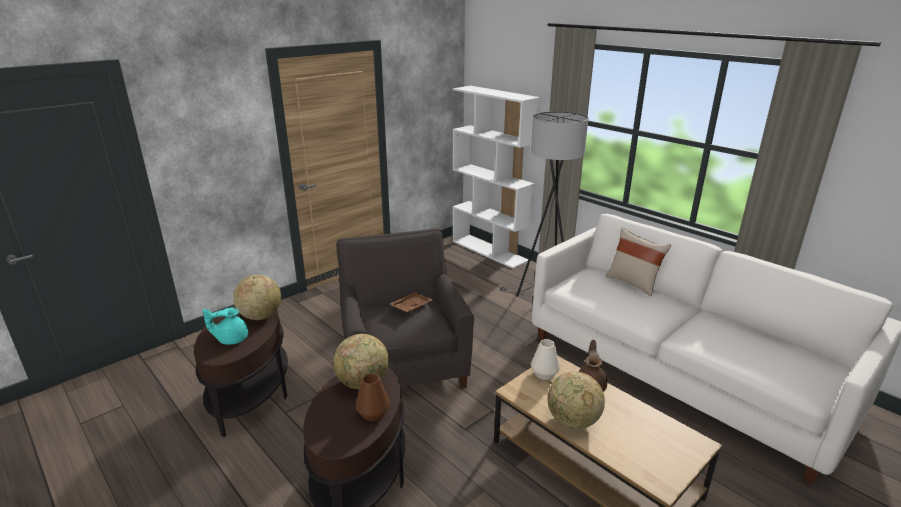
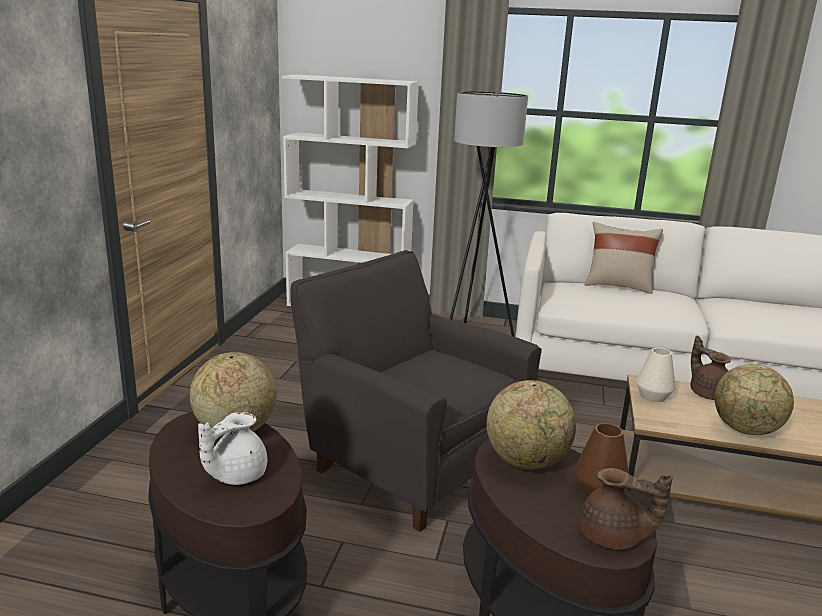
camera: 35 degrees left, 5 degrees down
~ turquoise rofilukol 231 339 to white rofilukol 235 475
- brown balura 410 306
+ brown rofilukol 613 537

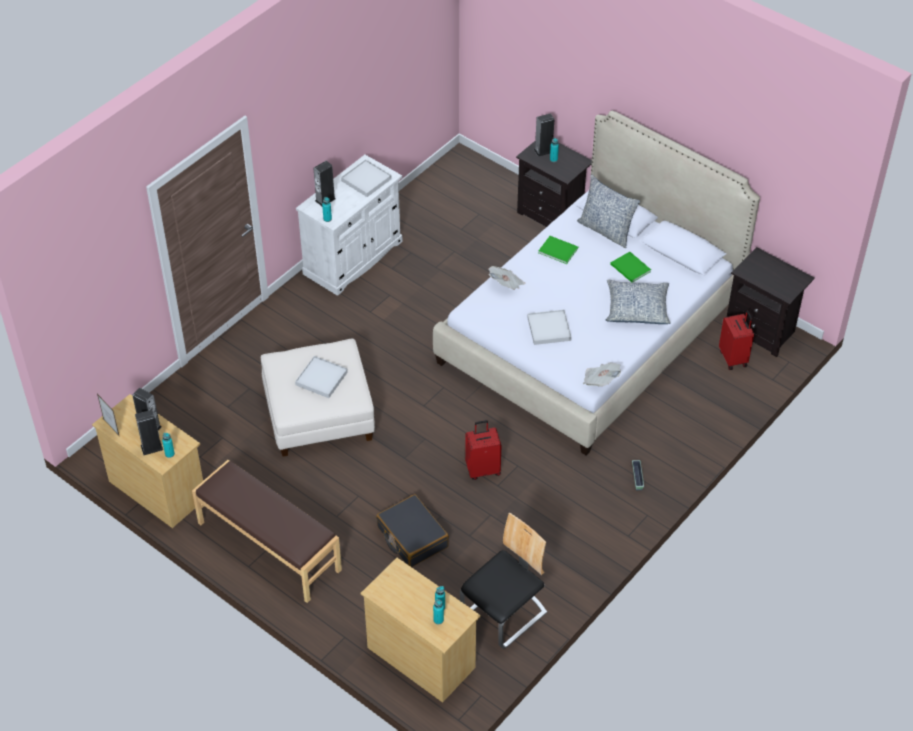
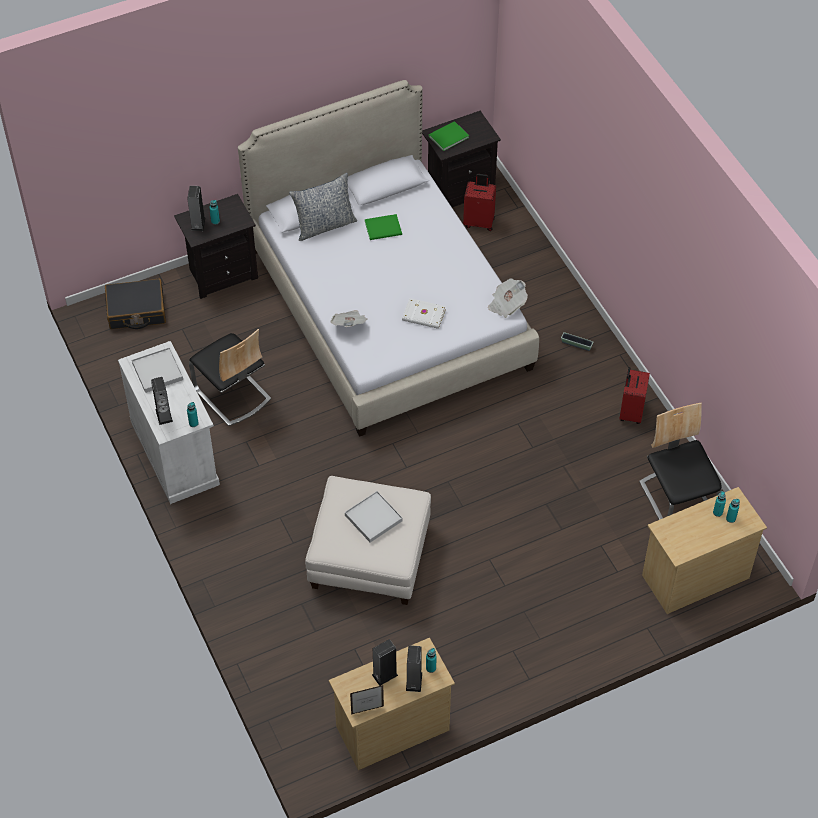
camera: 65 degrees left, 5 degrees up
- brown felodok 268 547
~ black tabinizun 412 537 to 136 311
~ red tabinizun 483 469 to 630 412
~ white balura 549 329 to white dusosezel 424 316
~ green dusosezel 557 249 to 447 137
- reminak 637 309
+ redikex 232 394

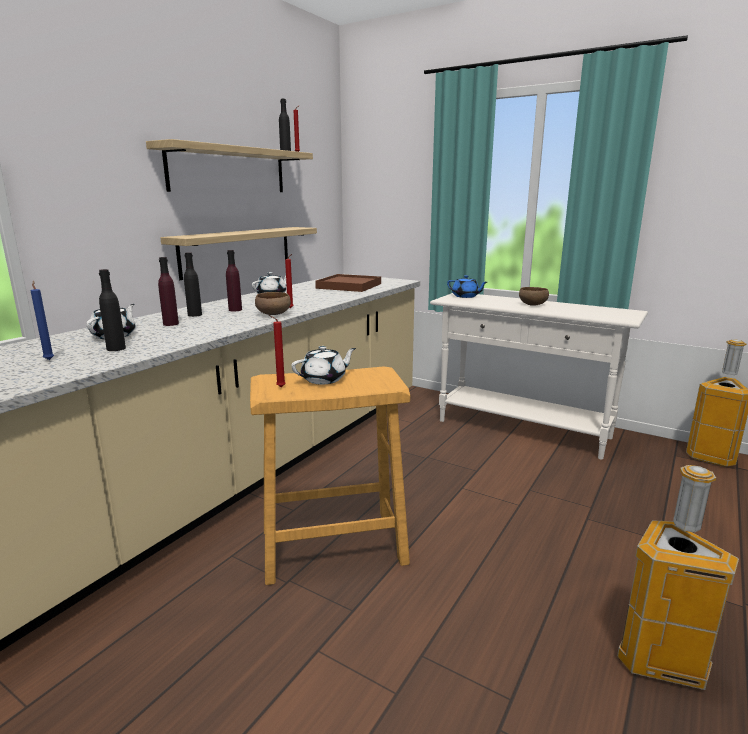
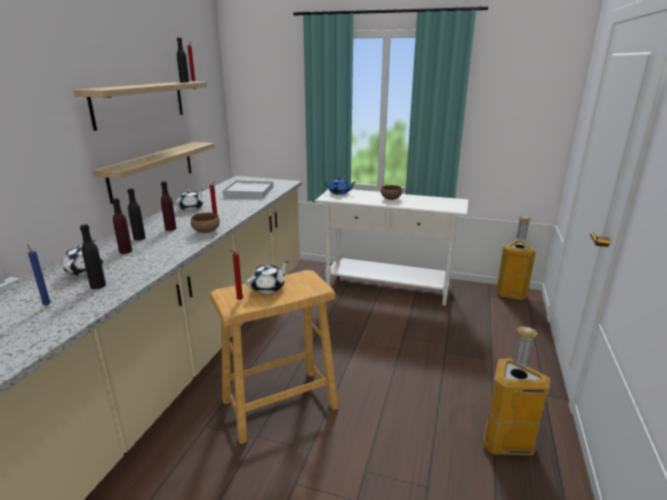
camera: 15 degrees left, 5 degrees up
~ brown balura 349 286 to white balura 249 192

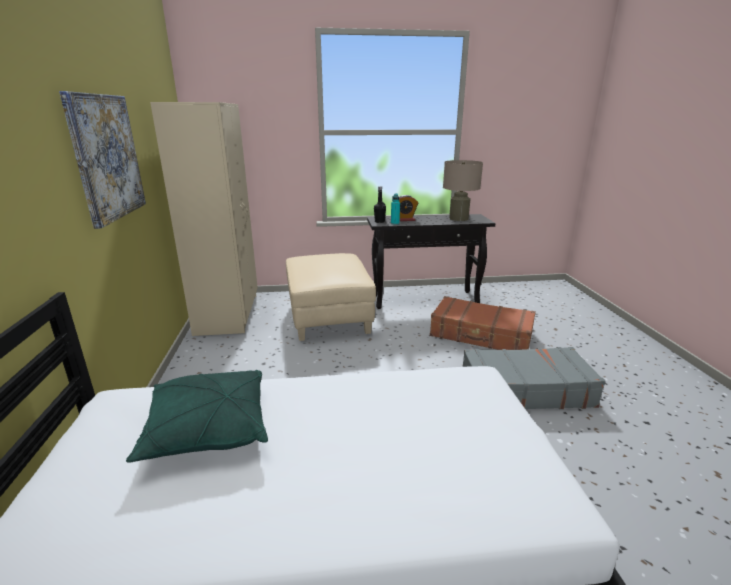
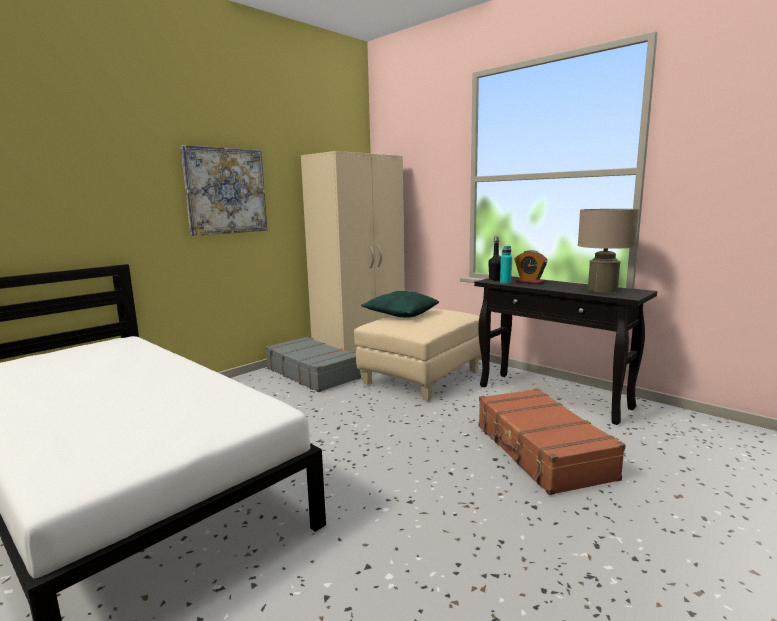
camera: 50 degrees right, 10 degrees down
~ green reminak 208 429 to 400 315
~ grey tabinizun 525 389 to 313 373

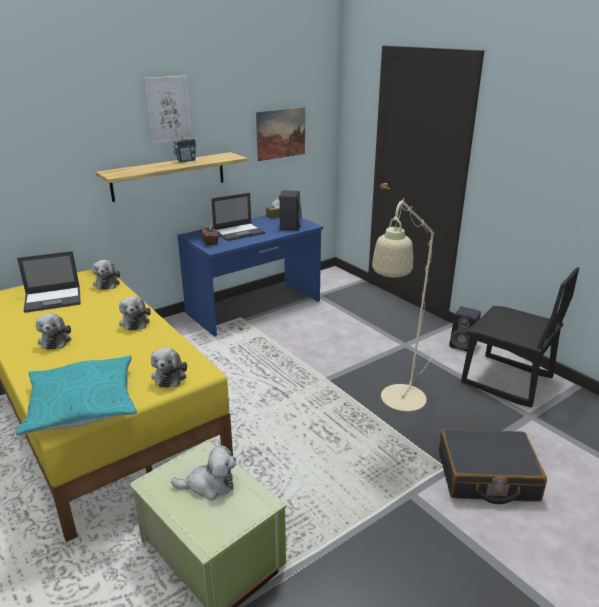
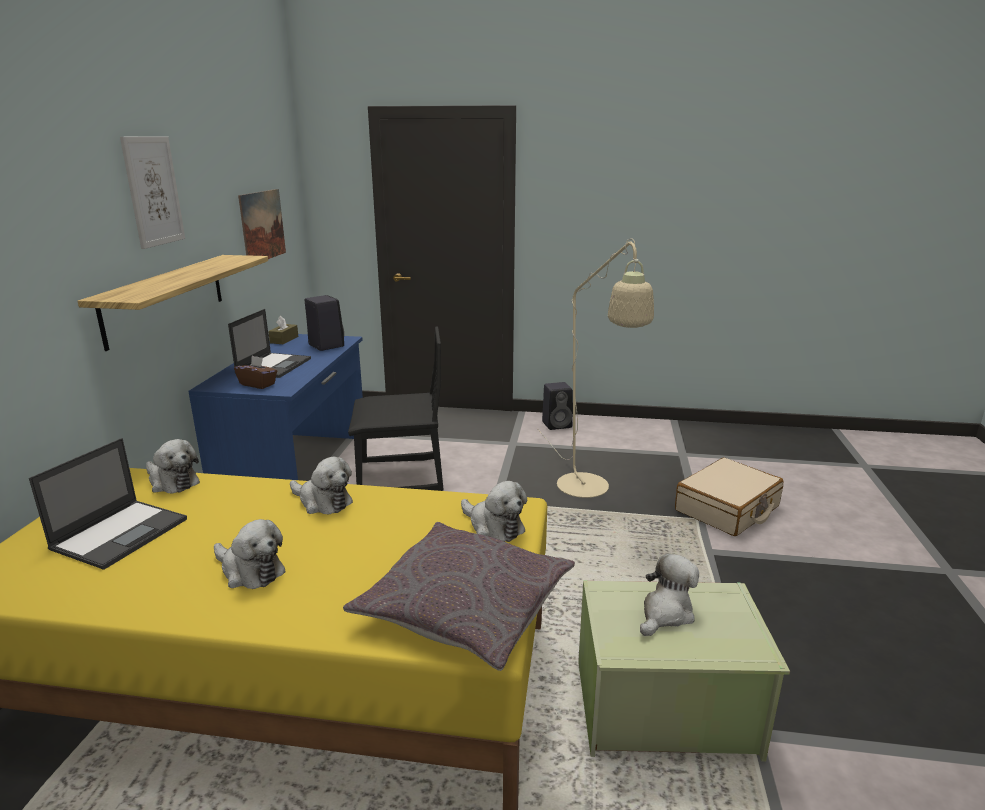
camera: 45 degrees left, 5 degrees down
~ turquoise reminak 82 405 to grey reminak 464 606
- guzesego 186 161
~ black tabinizun 486 476 to beige tabinizun 727 509
~ black redikex 506 381 to 401 477

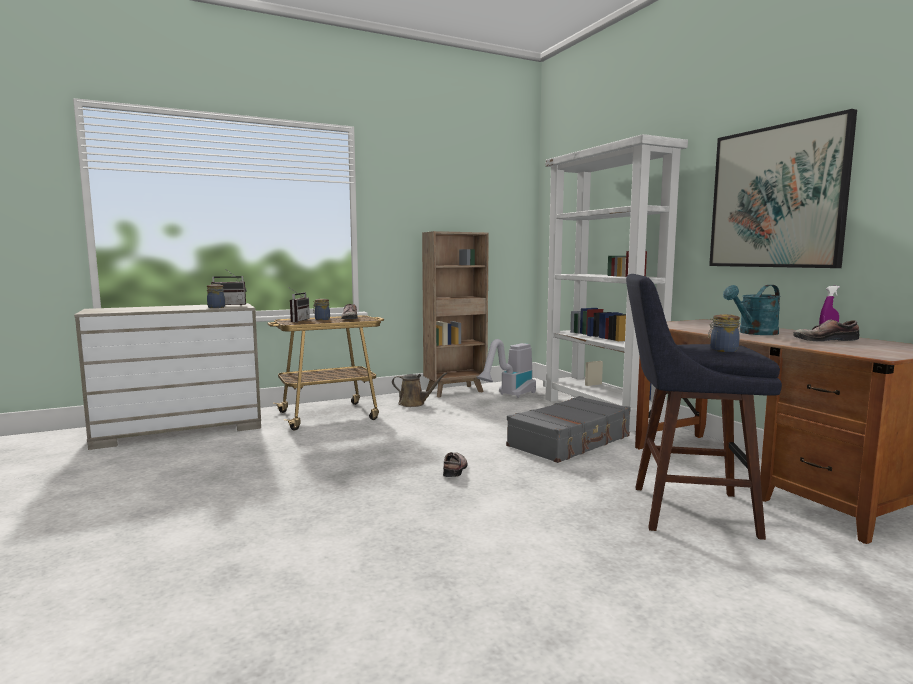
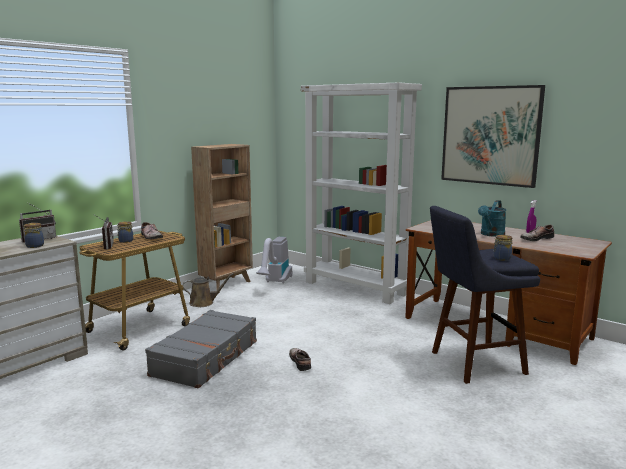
camera: 25 degrees left, 5 degrees up
~ grey tabinizun 570 441 to 206 358

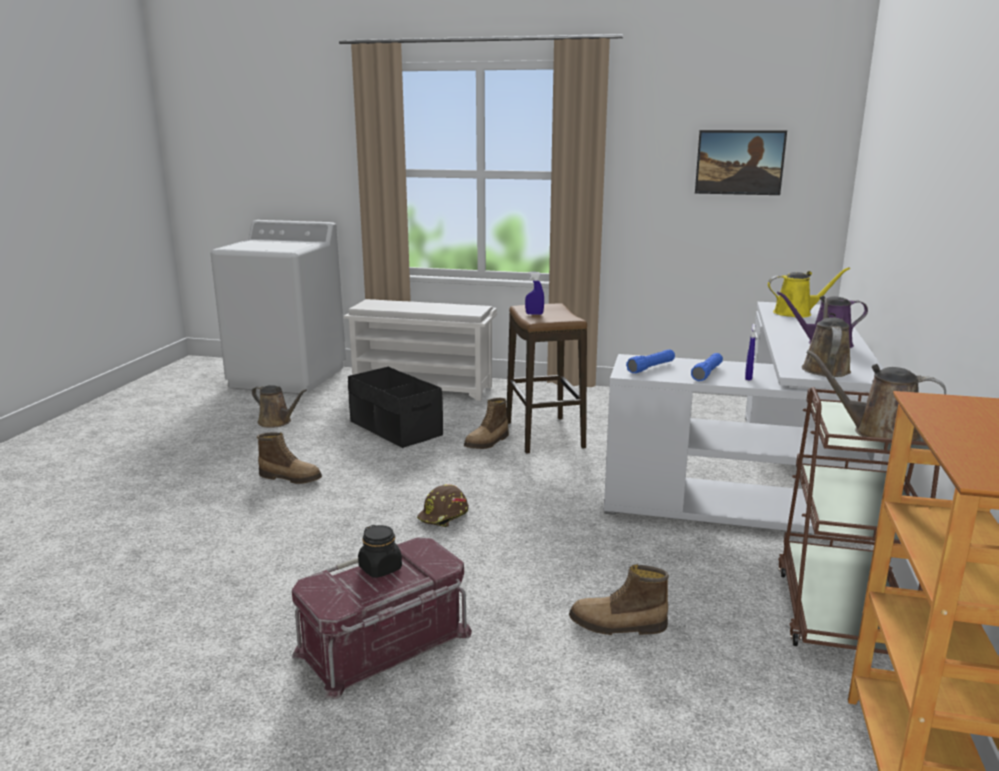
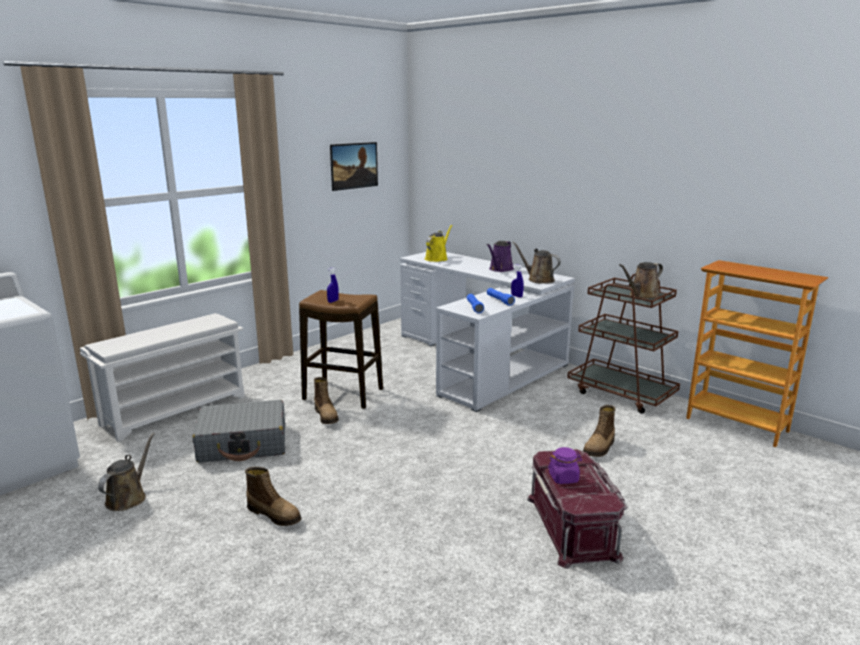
camera: 60 degrees left, 0 degrees up
~ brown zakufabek 277 422 = 128 497 45 degrees counterclockwise
~ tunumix 291 478 = 275 514 75 degrees clockwise
~ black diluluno 395 428 to grey tabinizun 243 443
~ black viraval 380 568 to purple viraval 564 478
- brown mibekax 444 516

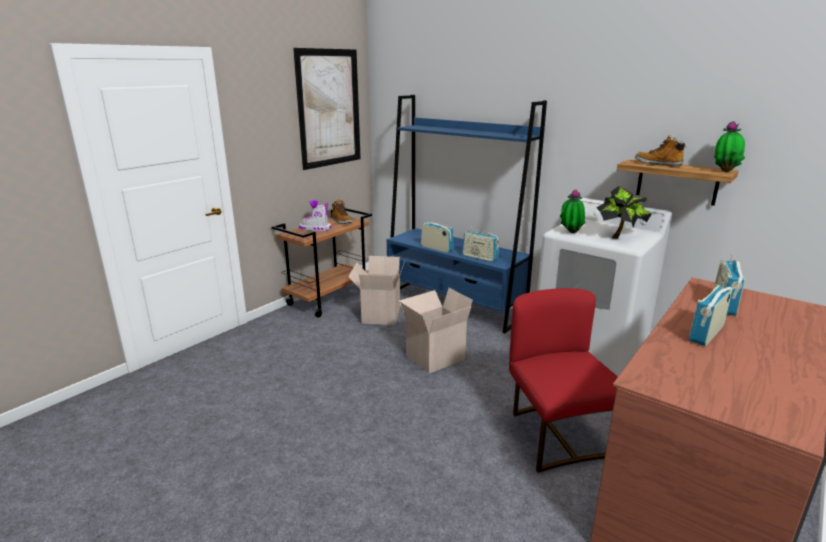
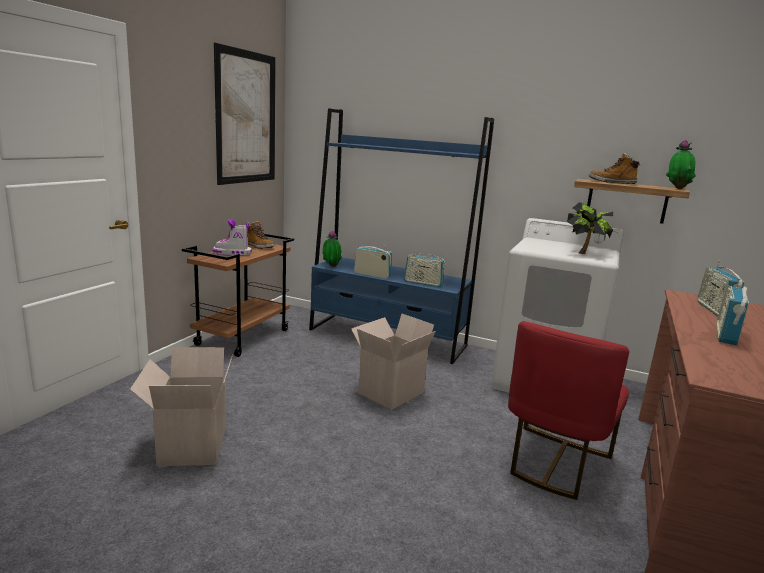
camera: 15 degrees left, 5 degrees down
~ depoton 380 315 to 190 445
~ red redikex 557 435 = 554 462 120 degrees counterclockwise
~ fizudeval 570 233 to 331 267

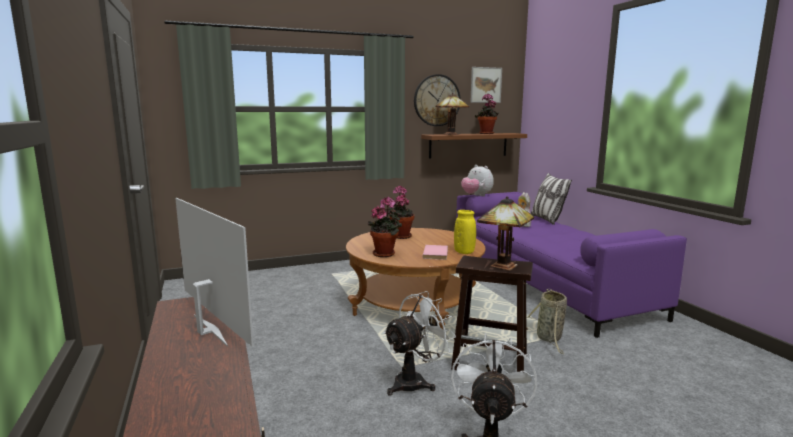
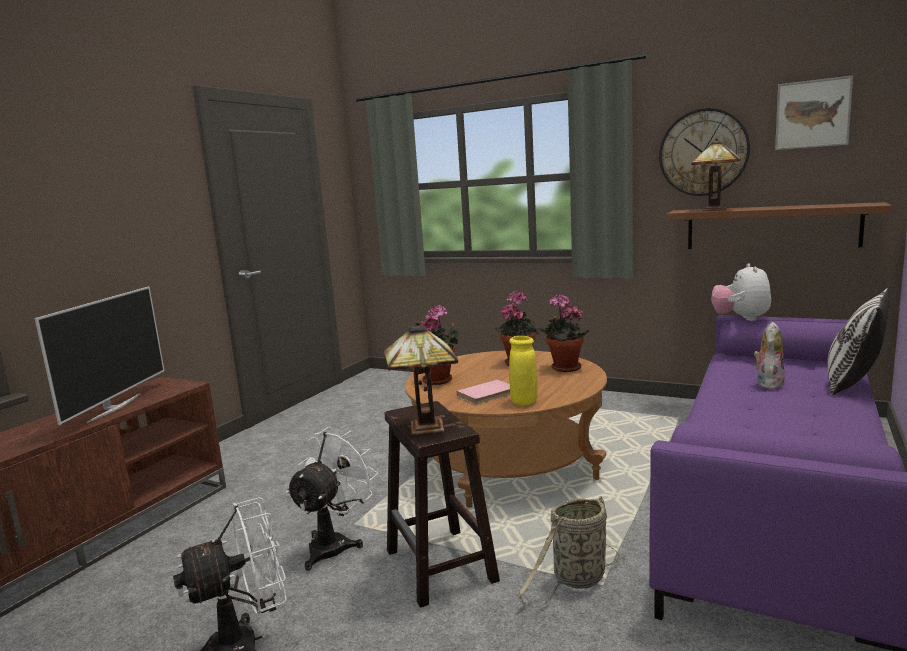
camera: 50 degrees right, 0 degrees up
~ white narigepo 415 381 = 334 544 75 degrees counterclockwise
~ fizudeval 486 133 to 564 368

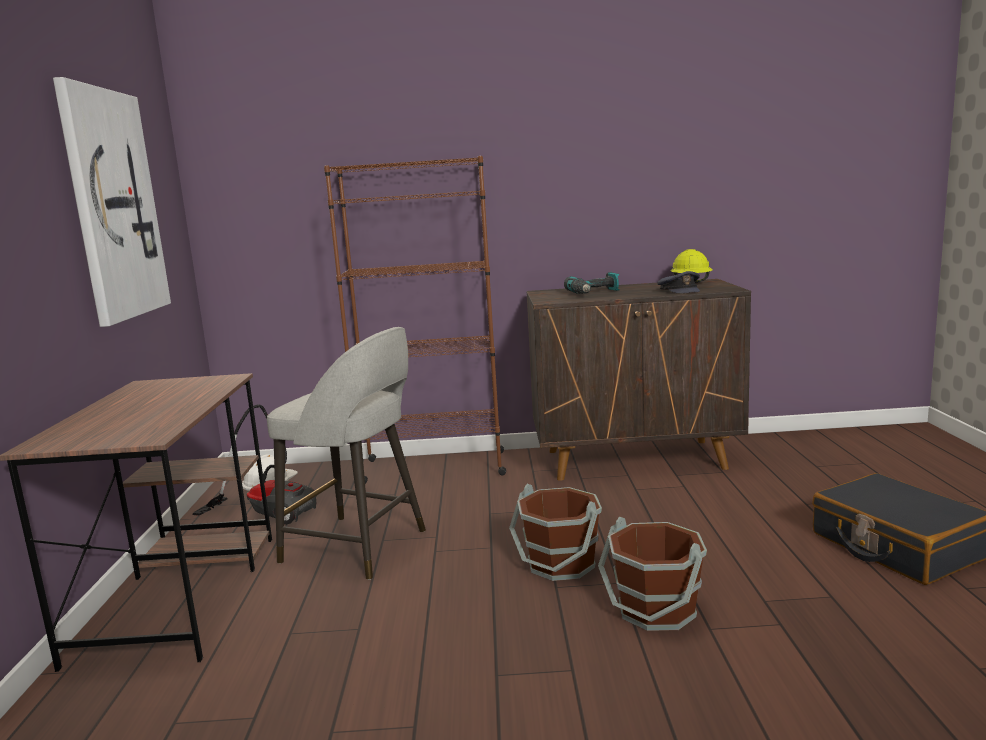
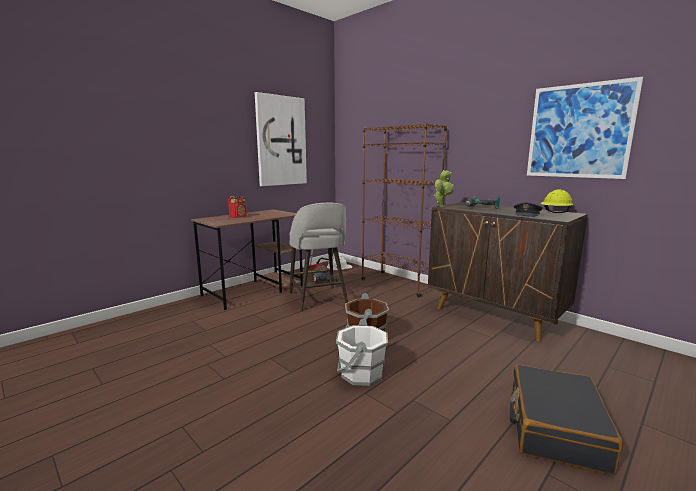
camera: 45 degrees right, 0 degrees up
~ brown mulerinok 656 610 to white mulerinok 360 373
+ guzesego 238 217
+ fizudeval 442 206
+ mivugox 579 131

